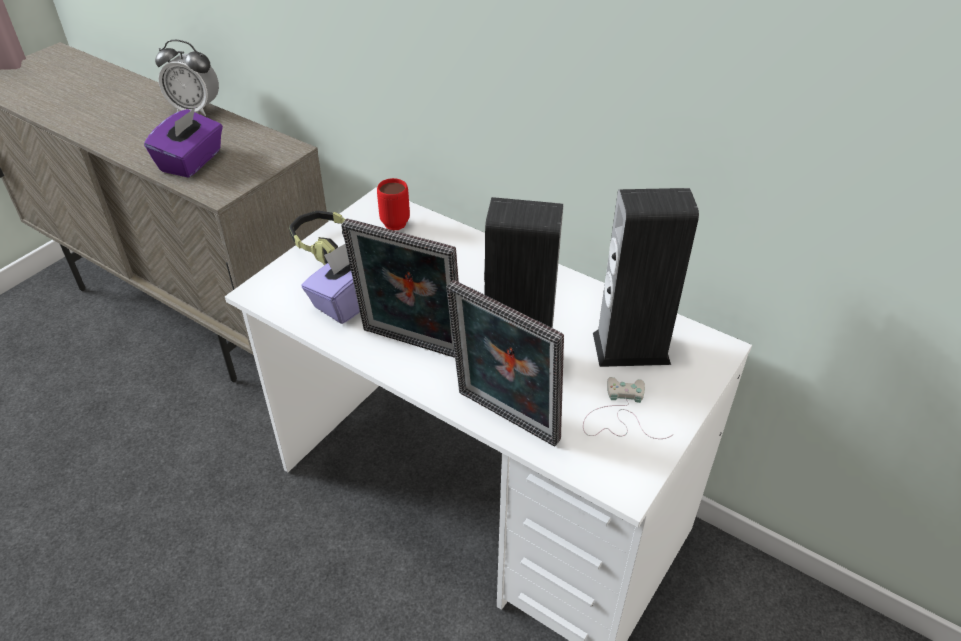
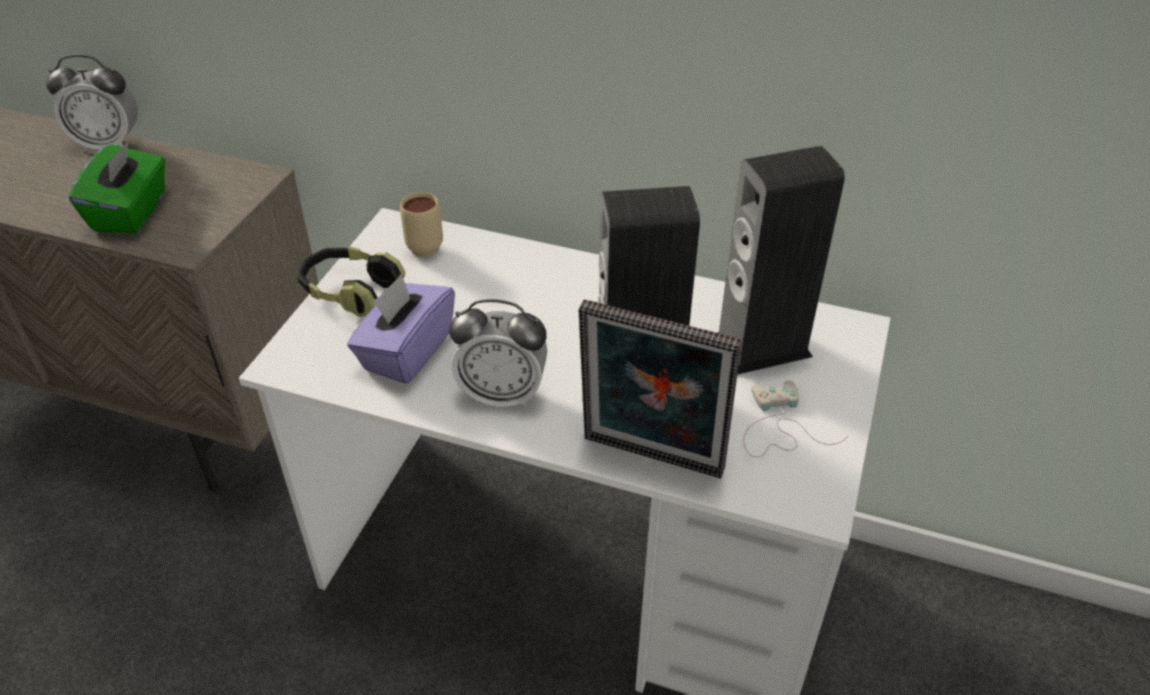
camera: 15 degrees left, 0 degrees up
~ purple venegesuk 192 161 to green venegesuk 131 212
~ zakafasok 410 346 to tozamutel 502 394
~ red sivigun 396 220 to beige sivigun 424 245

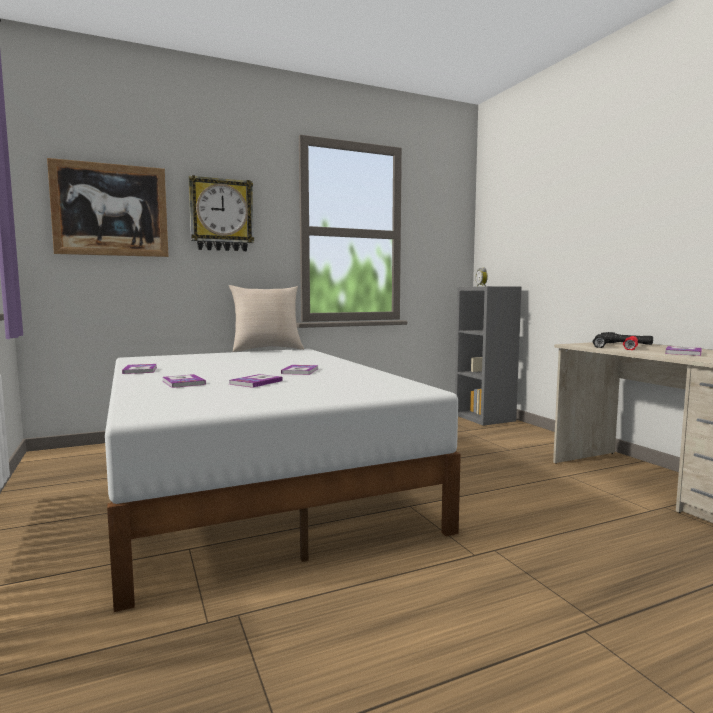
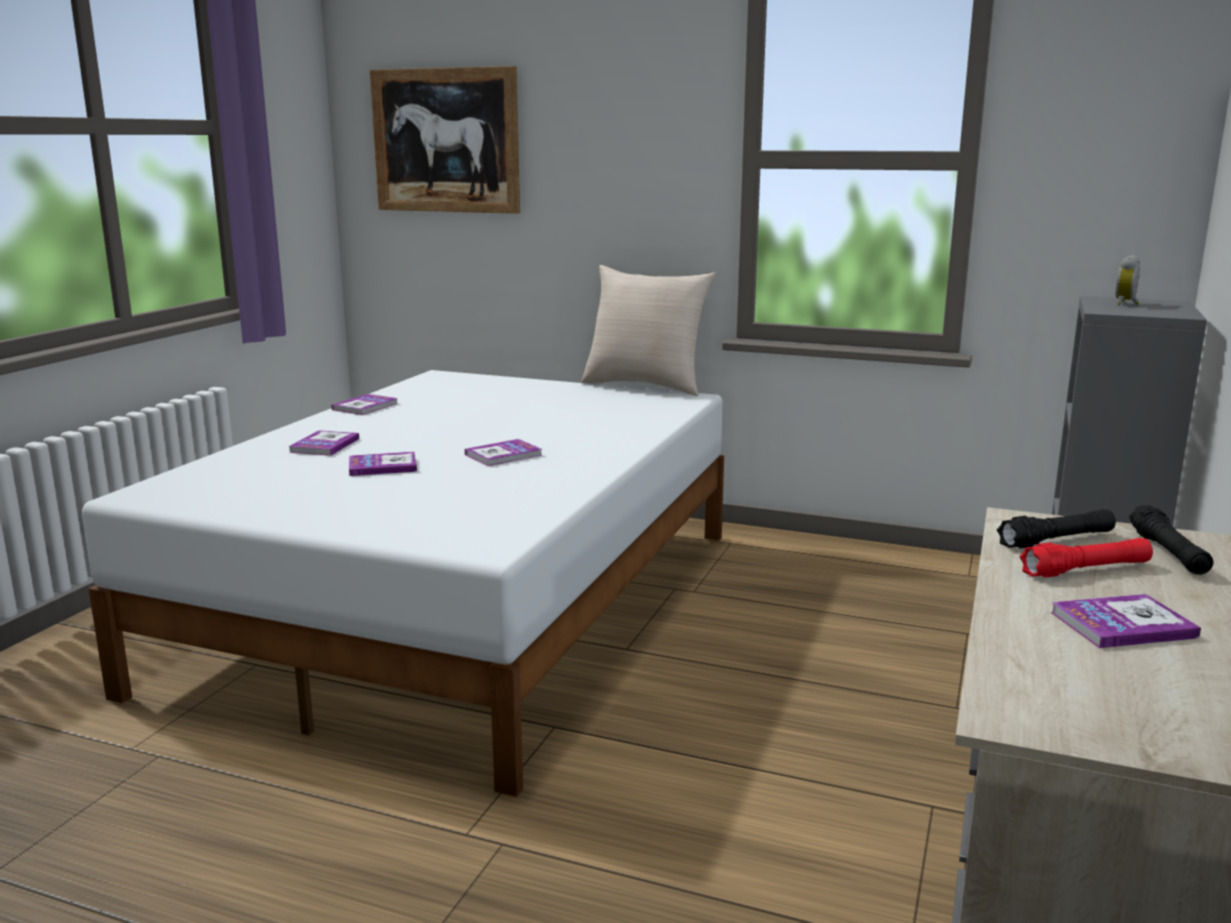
camera: 45 degrees right, 10 degrees up
- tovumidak 221 215

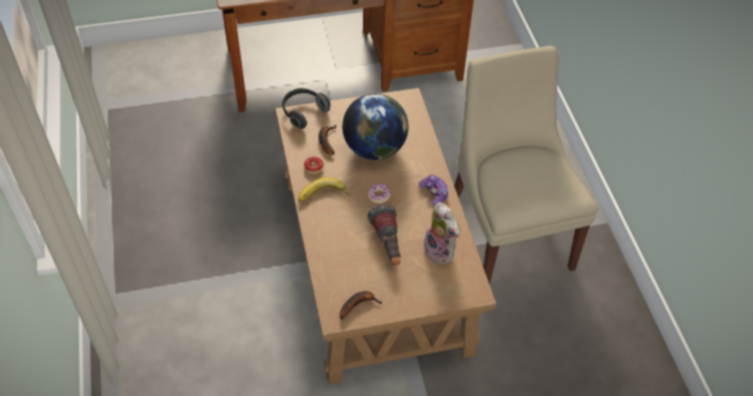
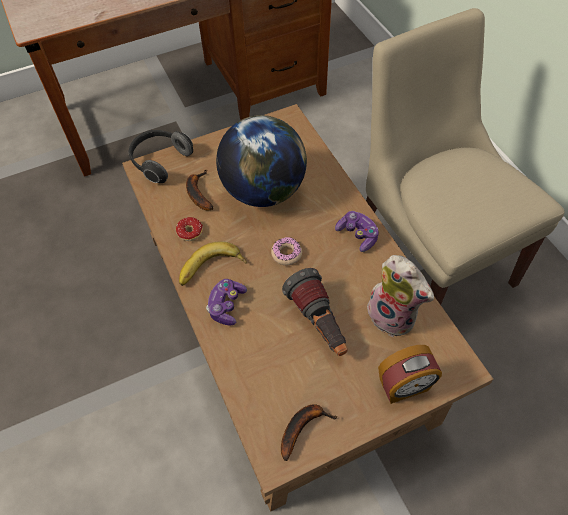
camera: 10 degrees left, 5 degrees up
+ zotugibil 226 305
+ tozamutel 404 386

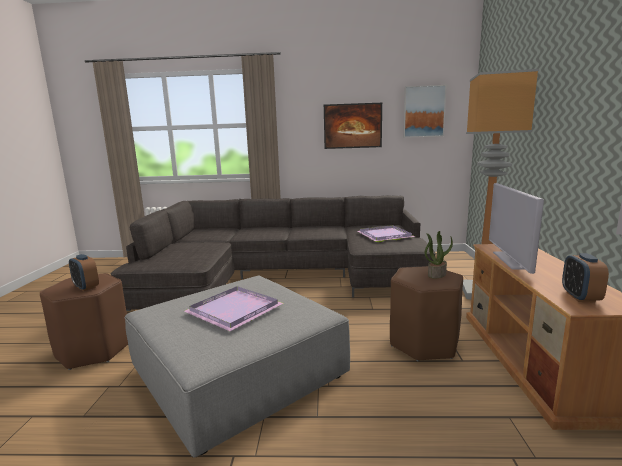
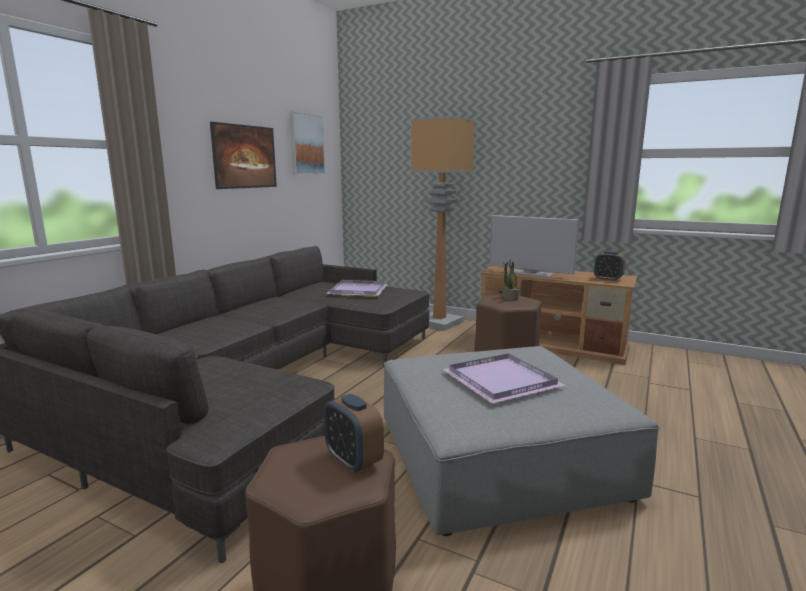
camera: 65 degrees left, 0 degrees up
~ tozamutel 86 287 = 353 460 75 degrees clockwise

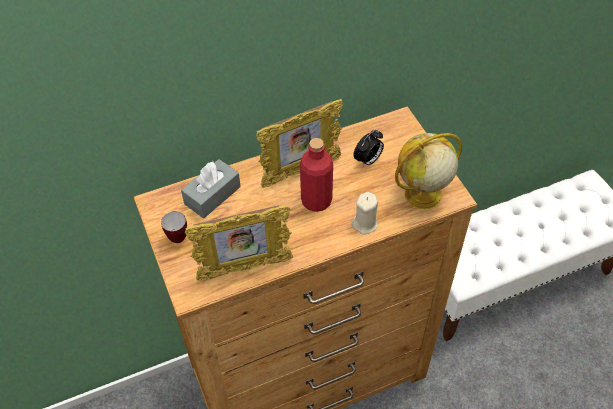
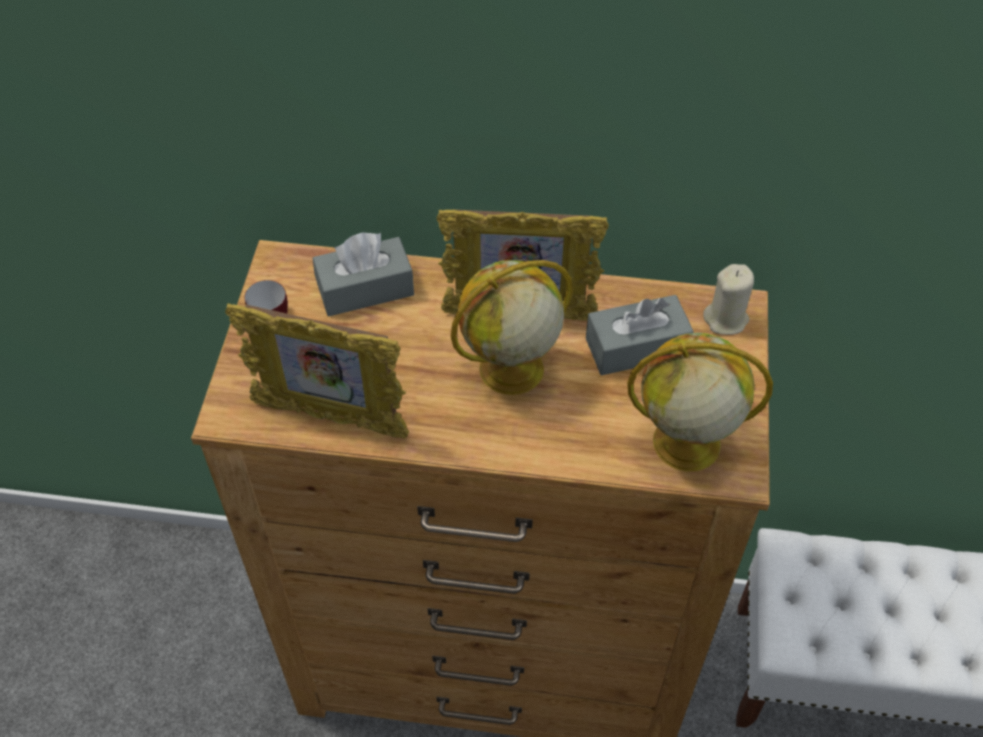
camera: 30 degrees right, 0 degrees up
~ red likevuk 316 201 to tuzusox 509 370
~ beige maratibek 365 223 to 726 319
~ tozamutel 368 161 to grey venegesuk 636 347

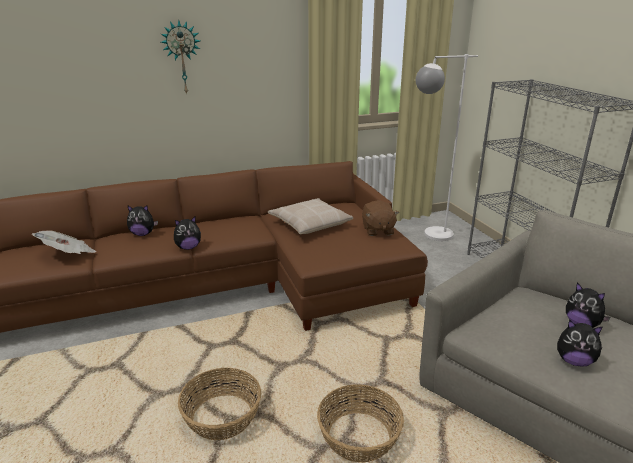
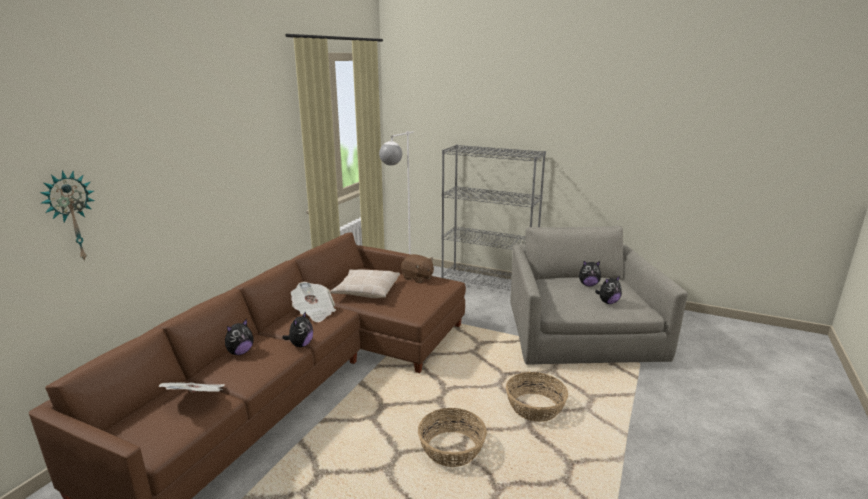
camera: 45 degrees left, 5 degrees down
~ tovumidak 182 57 to 71 216
+ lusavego 314 312

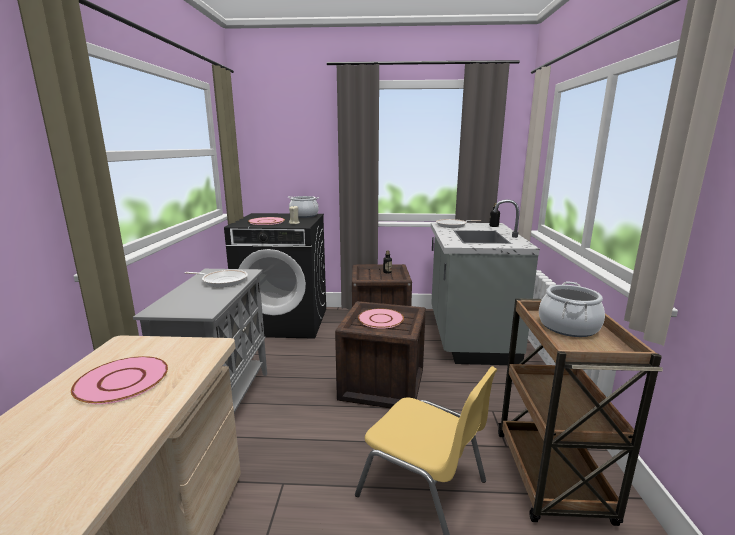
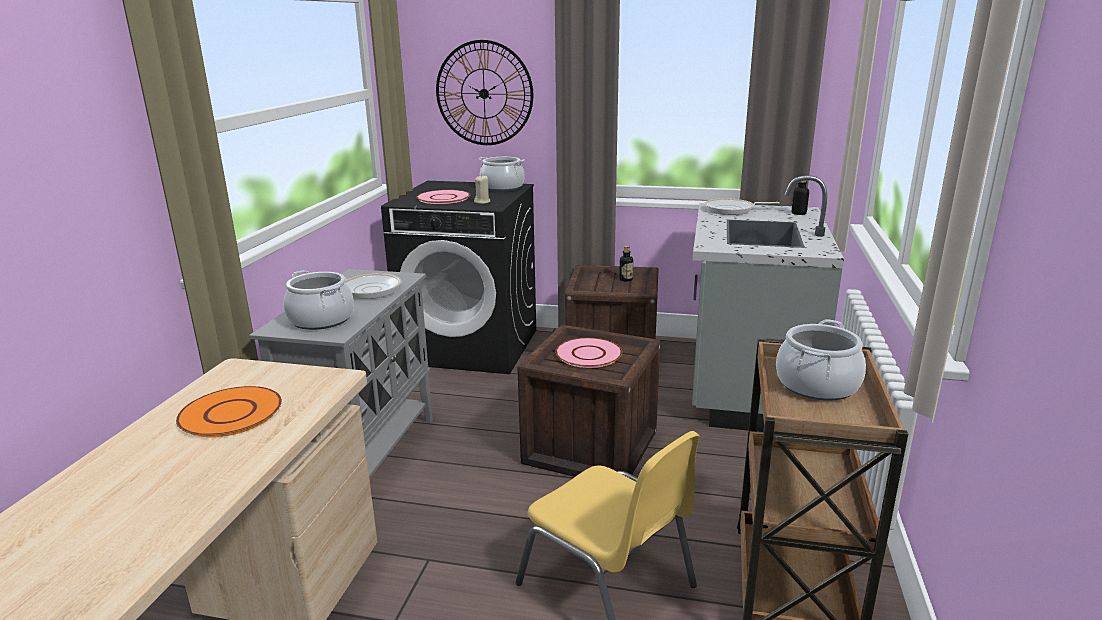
camera: 10 degrees right, 5 degrees up
~ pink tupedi 122 380 to orange tupedi 231 413
+ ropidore 321 320
+ tovumidak 484 93

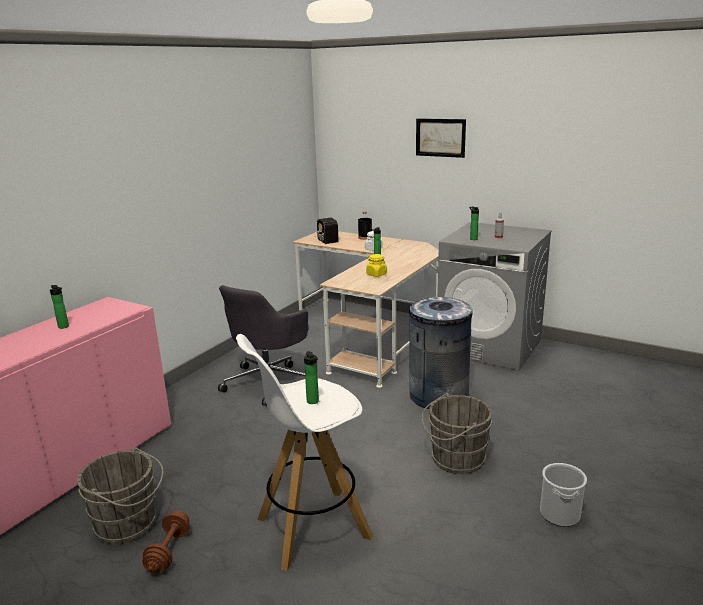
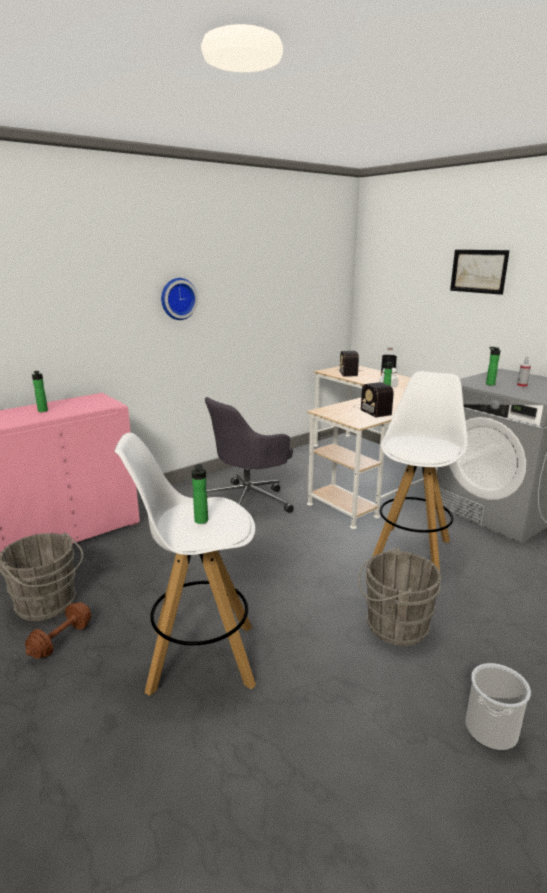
camera: 20 degrees right, 0 degrees up
~ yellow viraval 376 274 to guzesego 372 409
~ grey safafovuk 438 395 to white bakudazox 411 550
+ tovumidak 178 298

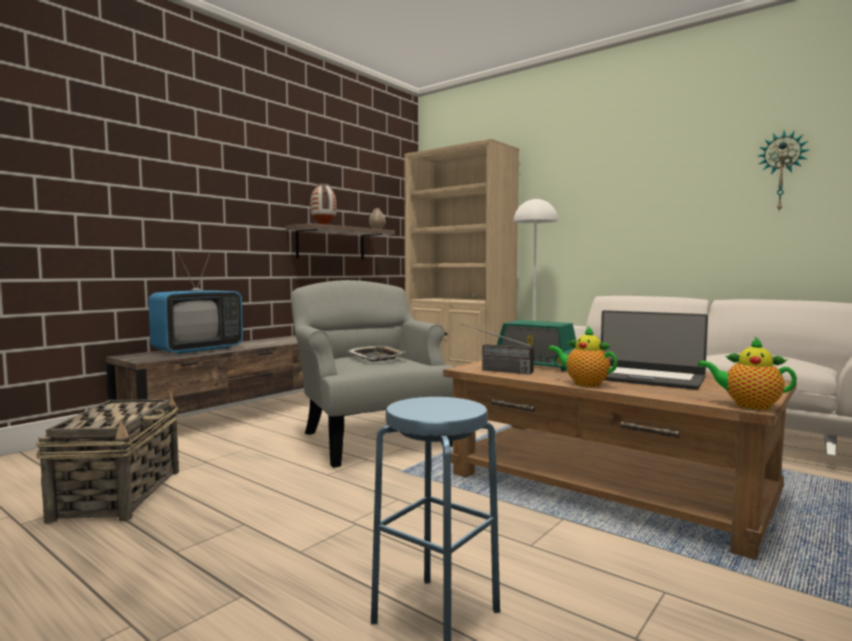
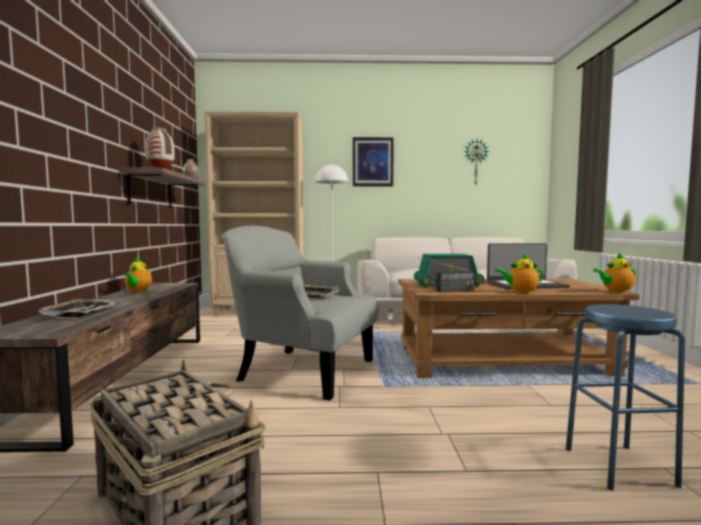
camera: 40 degrees left, 0 degrees up
~ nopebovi 198 350 to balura 80 313
+ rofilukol 138 291
+ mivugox 372 162

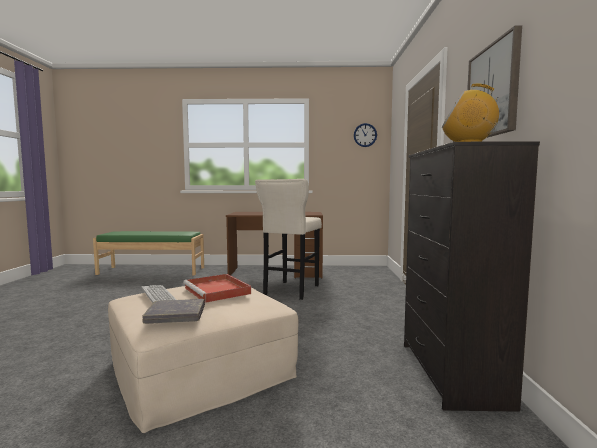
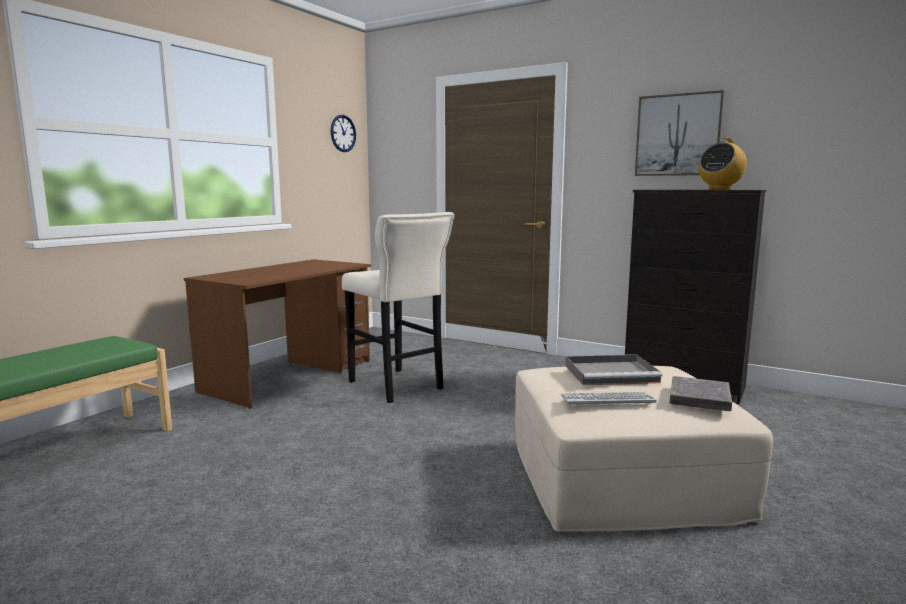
camera: 60 degrees left, 5 degrees up
~ red balura 218 291 to grey balura 612 373

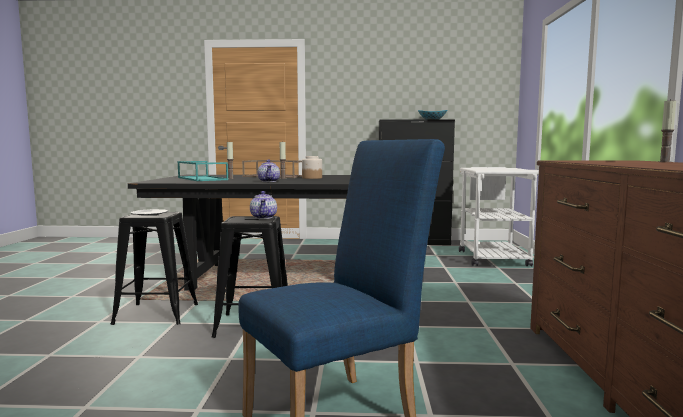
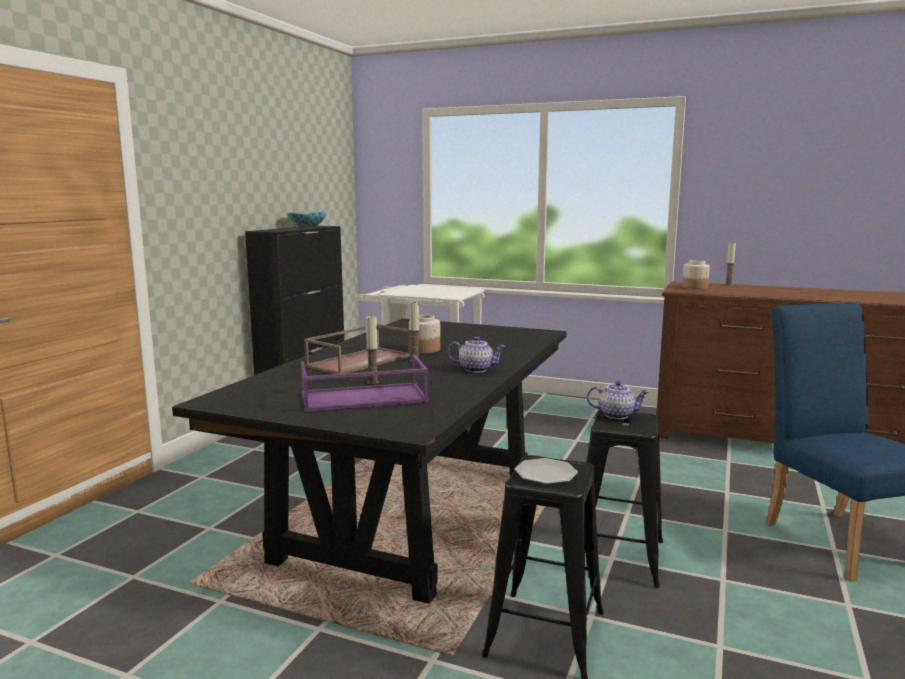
camera: 70 degrees left, 5 degrees up
~ turquoise balura 201 178 to purple balura 362 398
+ viraval 695 287

